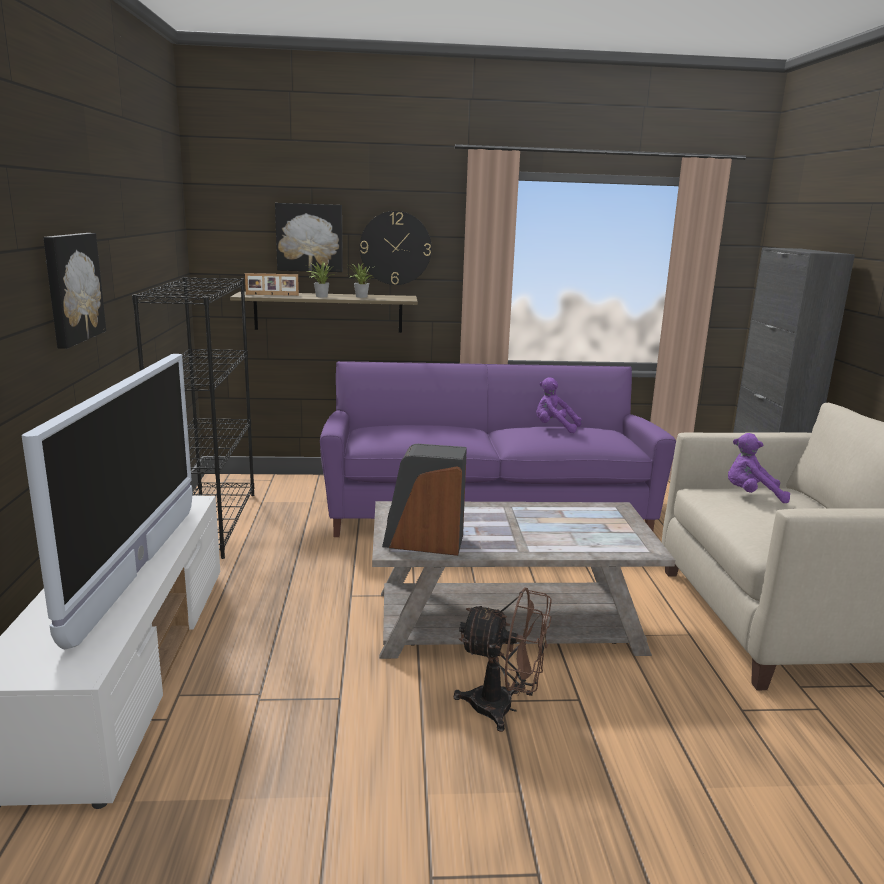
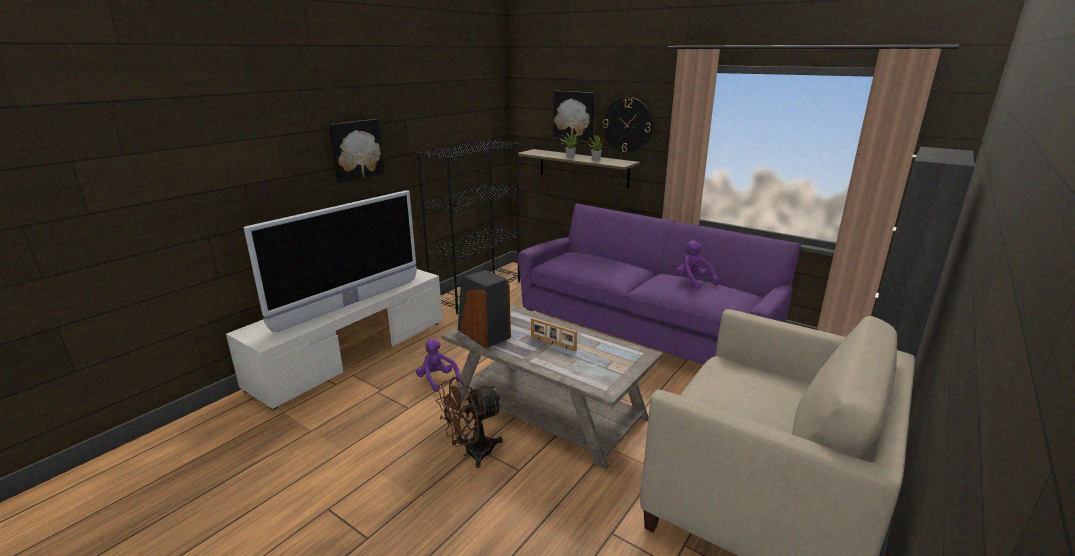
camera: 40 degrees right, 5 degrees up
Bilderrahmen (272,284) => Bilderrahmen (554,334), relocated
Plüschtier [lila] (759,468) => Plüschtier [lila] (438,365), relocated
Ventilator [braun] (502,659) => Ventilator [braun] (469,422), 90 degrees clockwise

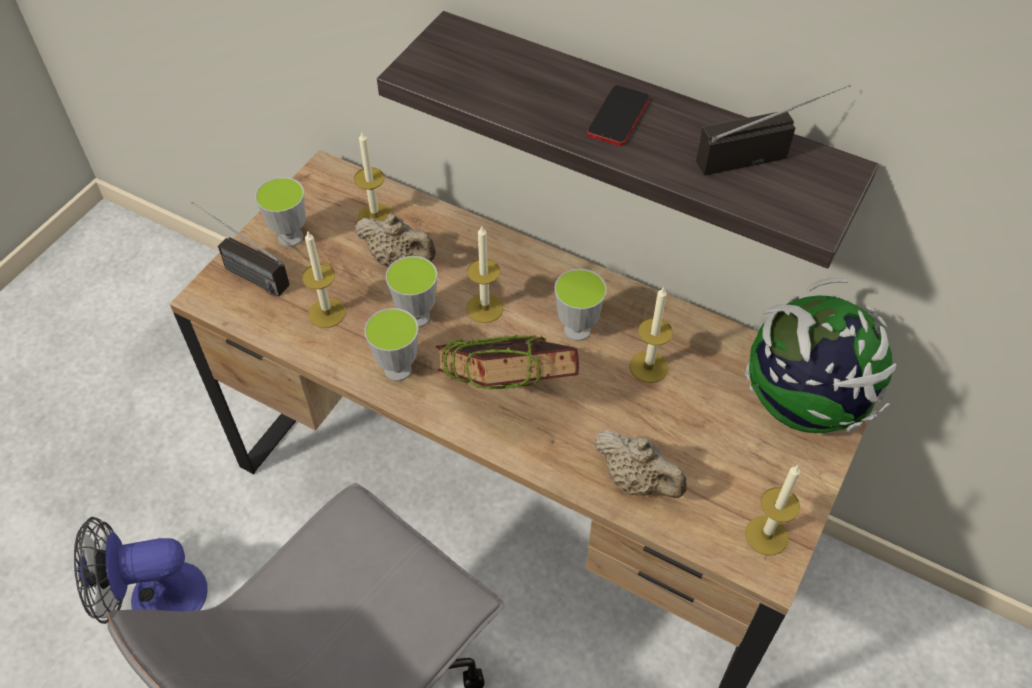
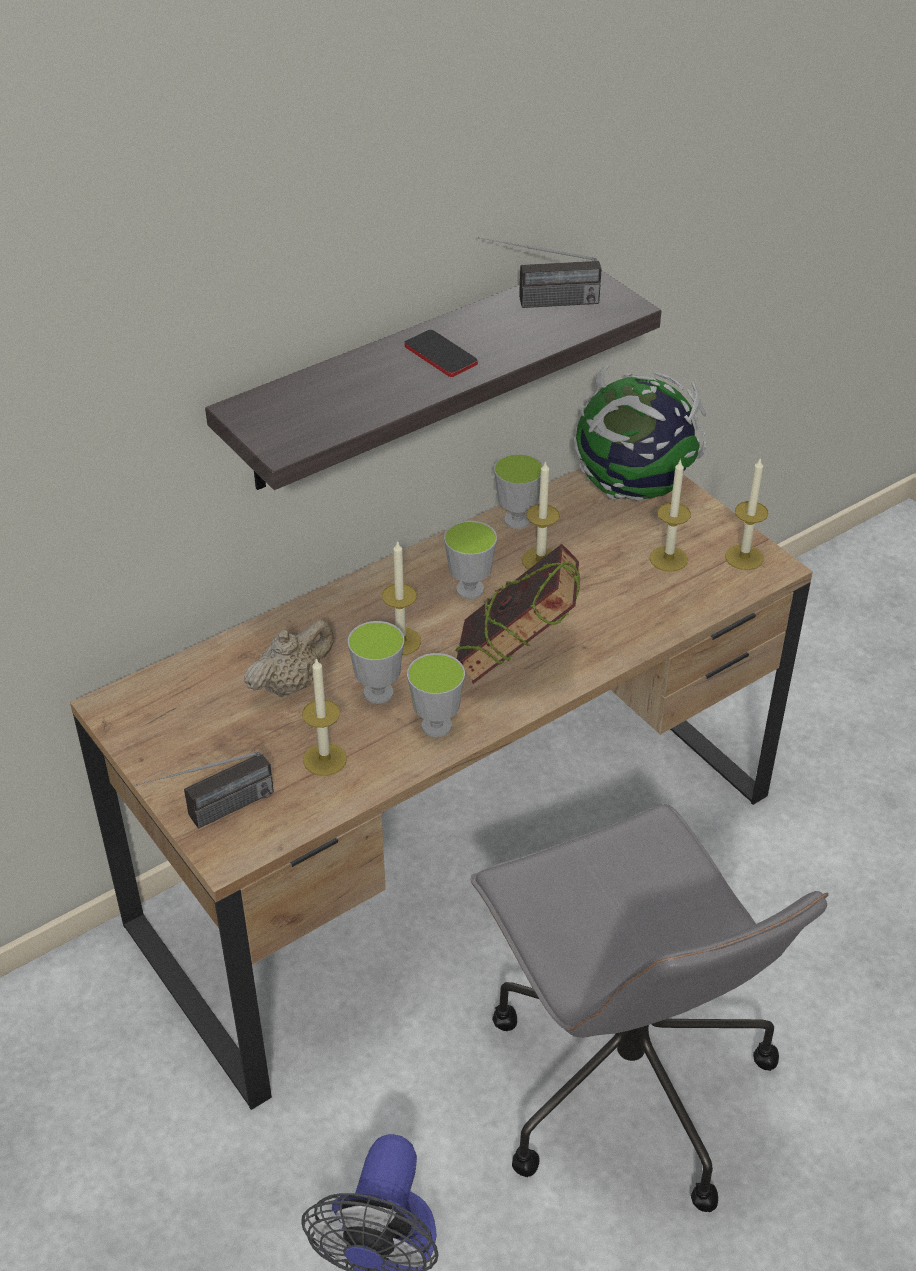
camera: 65 degrees left, 10 degrees down
Radio (773,129) => Radio (540,272), 105 degrees counterclockwise
Kerze (373,176) => Kerze (670,515), relocated
Tasse (280,212) => Tasse (518,491), relocated
Teekanne [beige] (640,464) => nothing

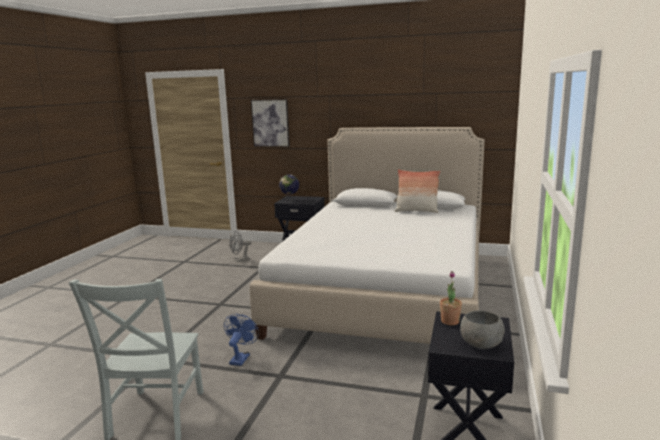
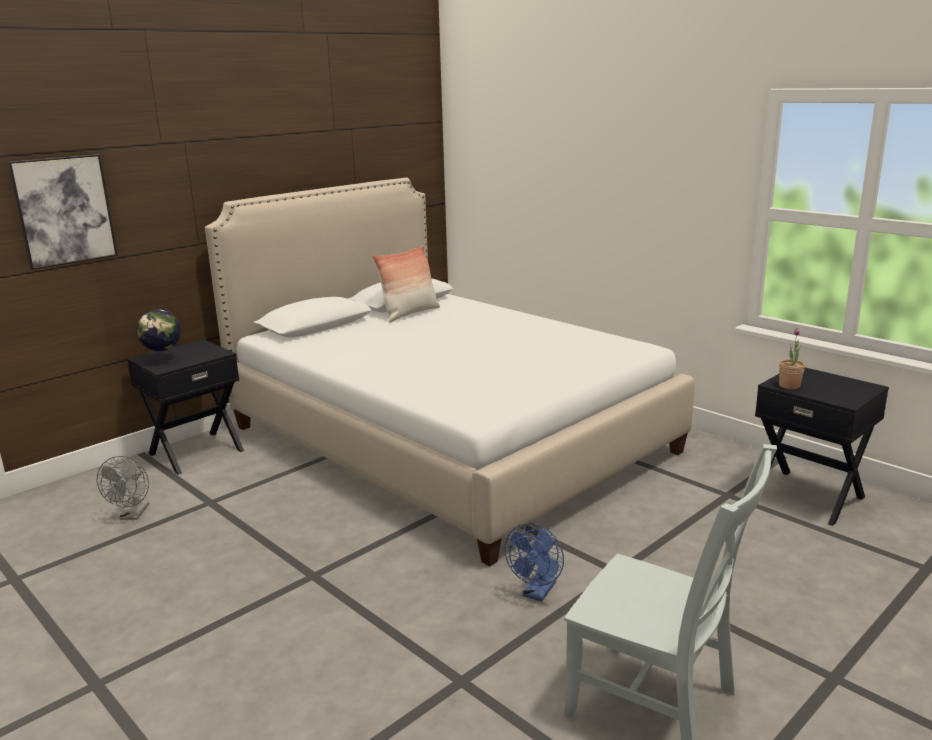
camera: 60 degrees left, 5 degrees up
Schüssel [grau] (482,329) => nothing
Ventilator [blau] (241,340) => Ventilator [blau] (534,562), 105 degrees counterclockwise

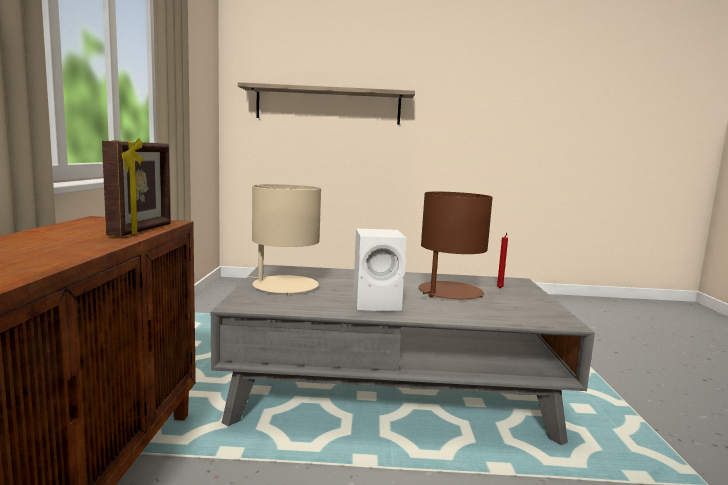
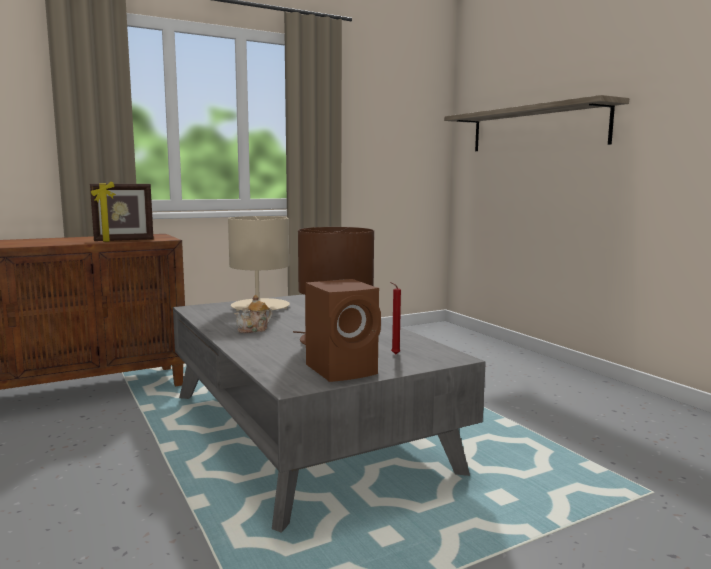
camera: 60 degrees right, 0 degrees up
Lautsprecher [weiß] (379,269) => Teekanne (253,314)
nothing => Lautsprecher [braun] (343,330)

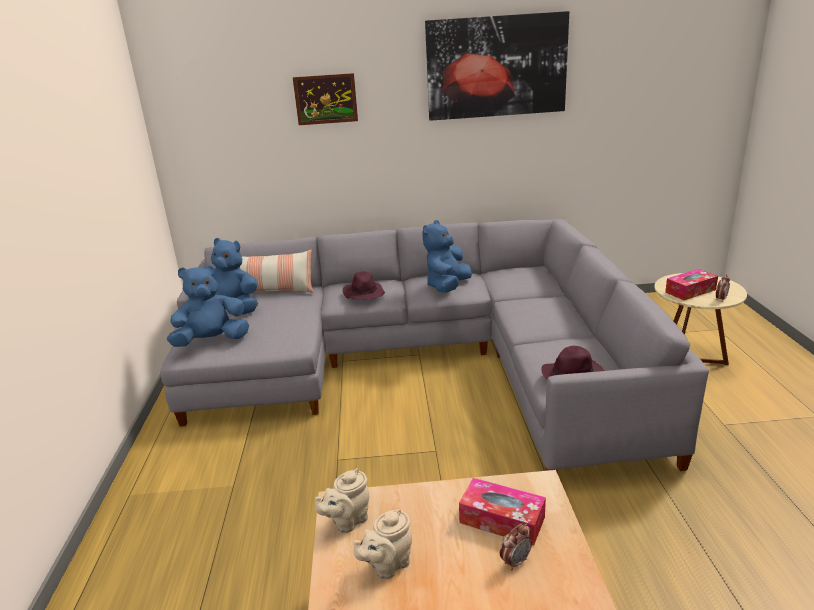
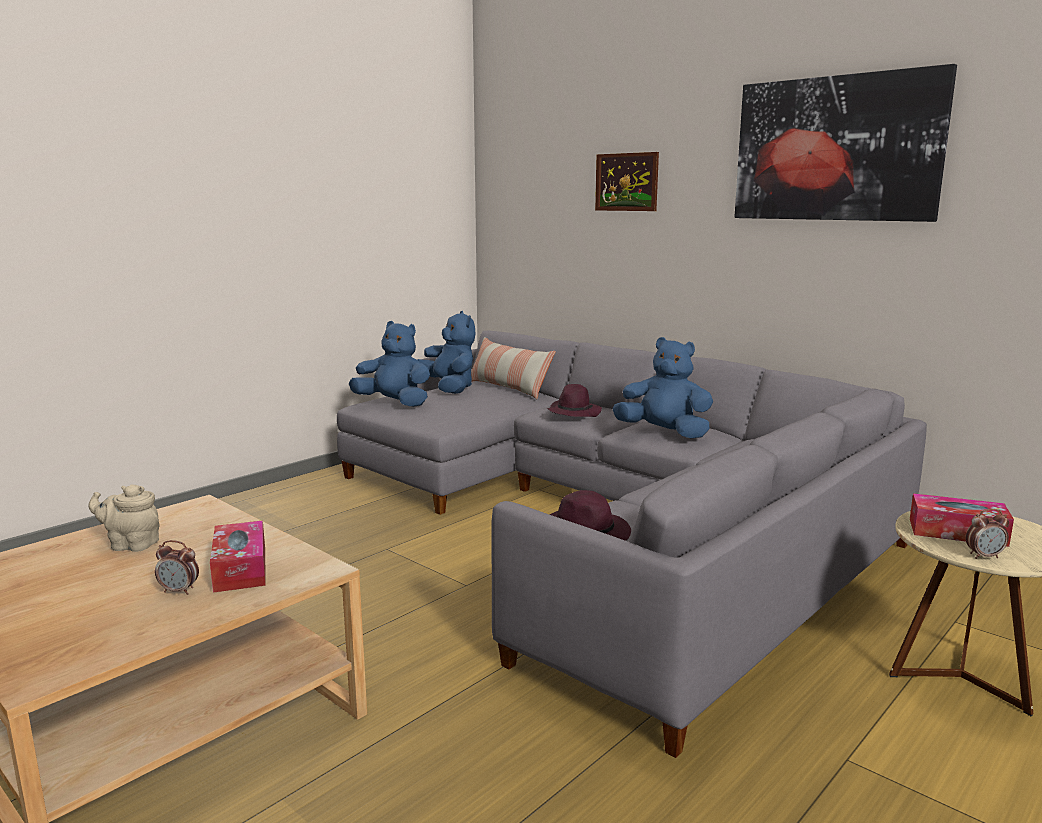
camera: 45 degrees right, 10 degrees down
Plüschtier [blau] (447,256) => Plüschtier [blau] (662,387), 45 degrees clockwise
Teekanne [beige] (342,500) => nothing

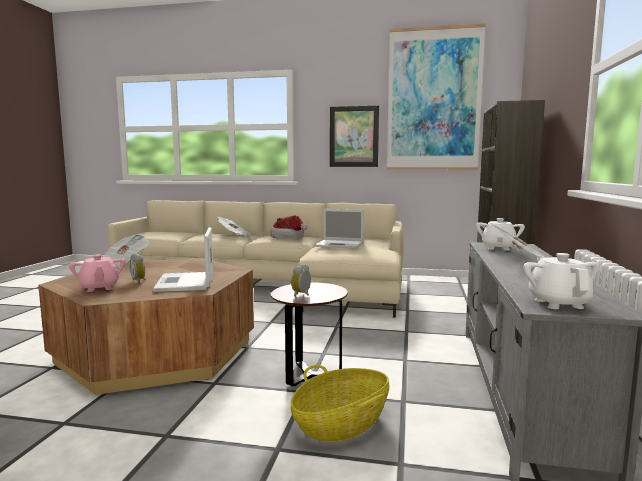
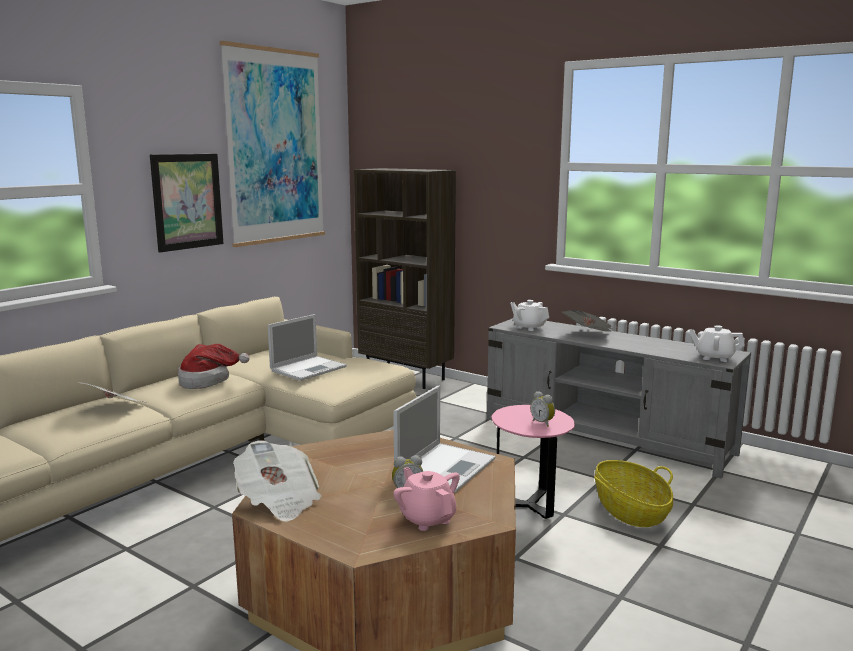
camera: 65 degrees left, 5 degrees up
Laptop (183,259) => Laptop (444,439), 75 degrees counterclockwise
Teekanne [rosa] (97,273) => Teekanne [rosa] (426,499), 120 degrees counterclockwise
Beistelltisch [braun] (309,334) => Beistelltisch [rosa] (533,462)

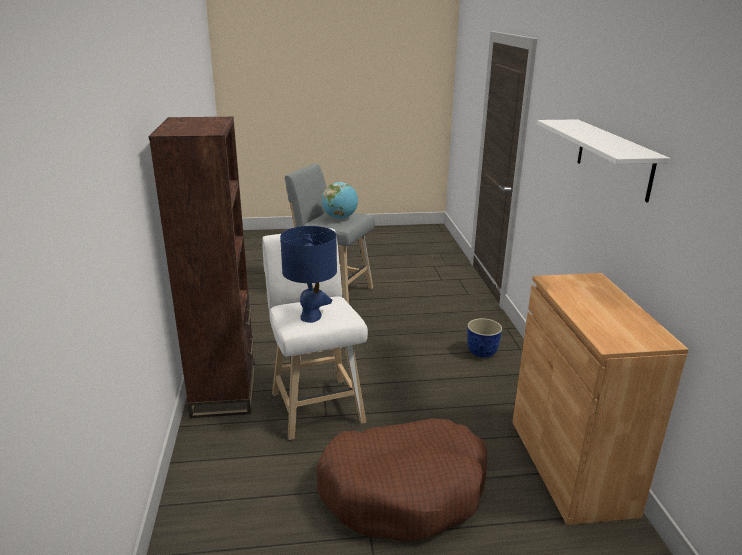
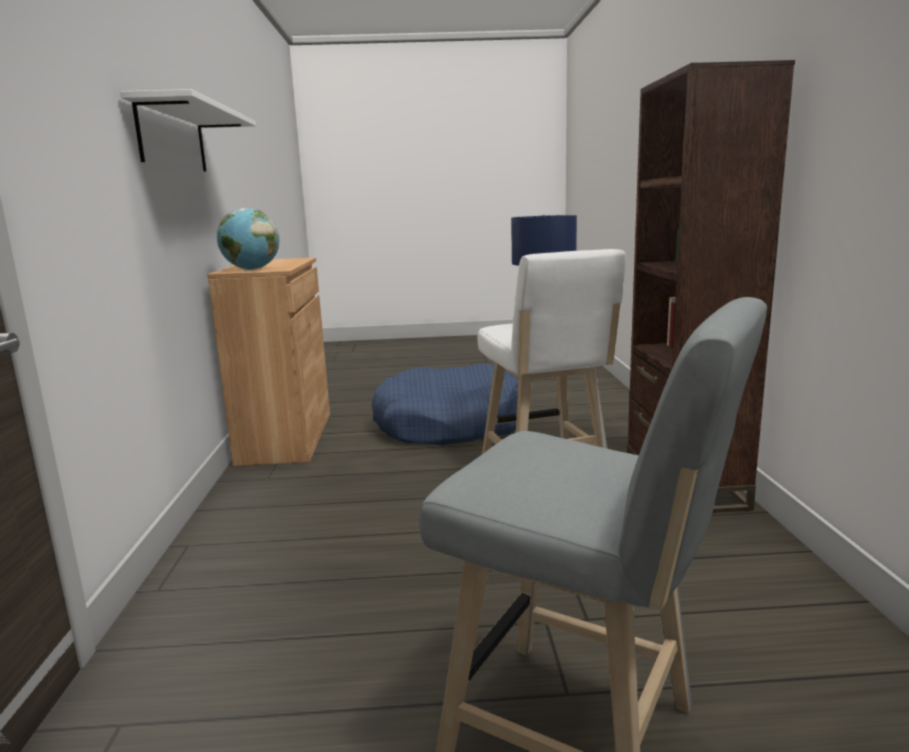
camera: 175 degrees left, 10 degrees down
Globus (340,200) => Globus (248,239), relocated
Pflanzkübel (484,338) => nothing
Hundebett [braun] (401,480) => Hundebett [blau] (445,404)

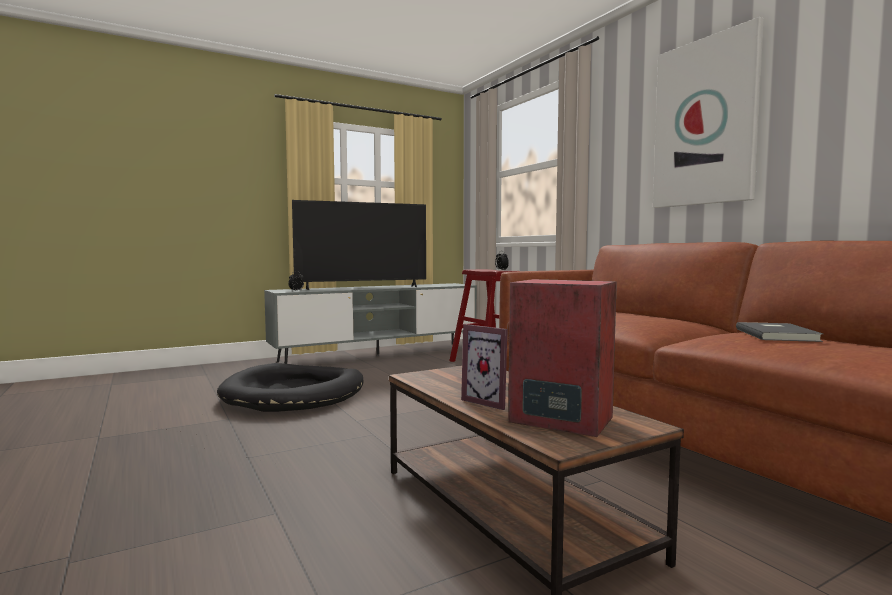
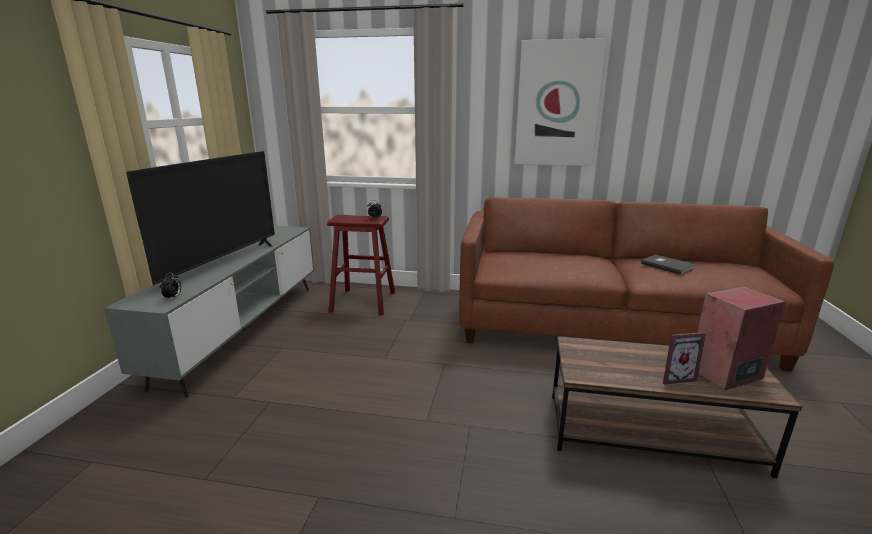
camera: 50 degrees left, 15 degrees up
Hundebett [schwarz] (290,387) => nothing

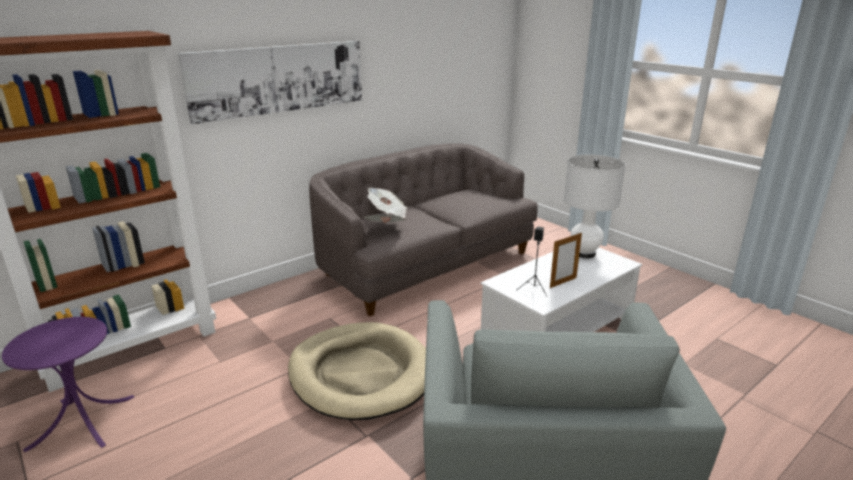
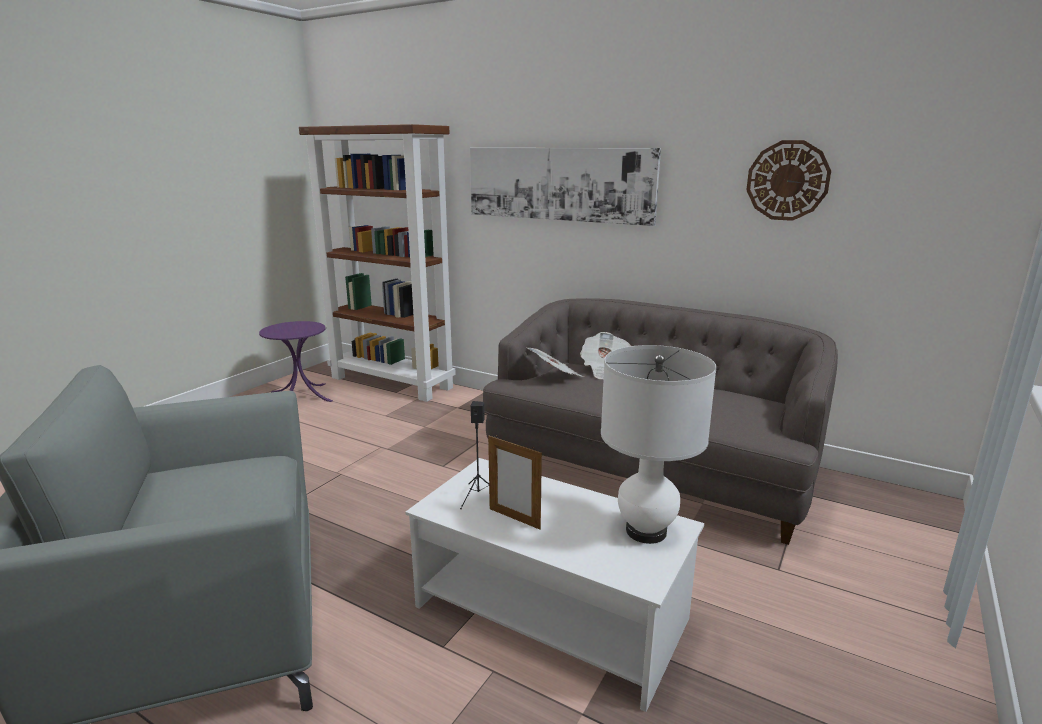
camera: 70 degrees right, 5 degrees down
Hundebett [beige] (357,371) => nothing
nothing => Wanduhr (788,180)

